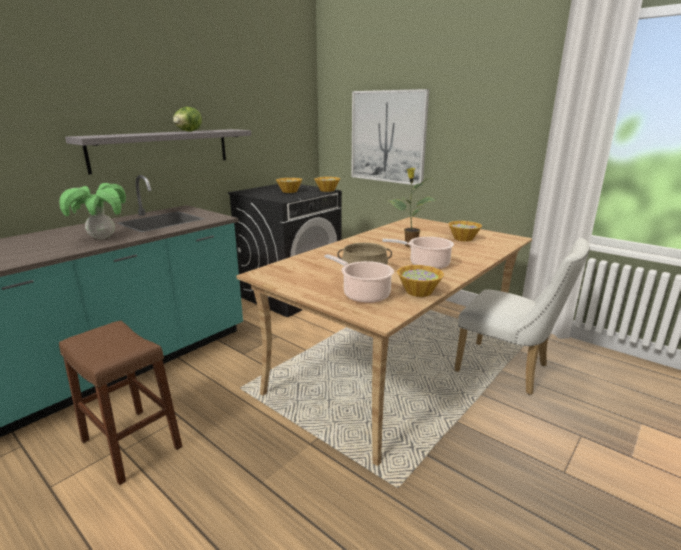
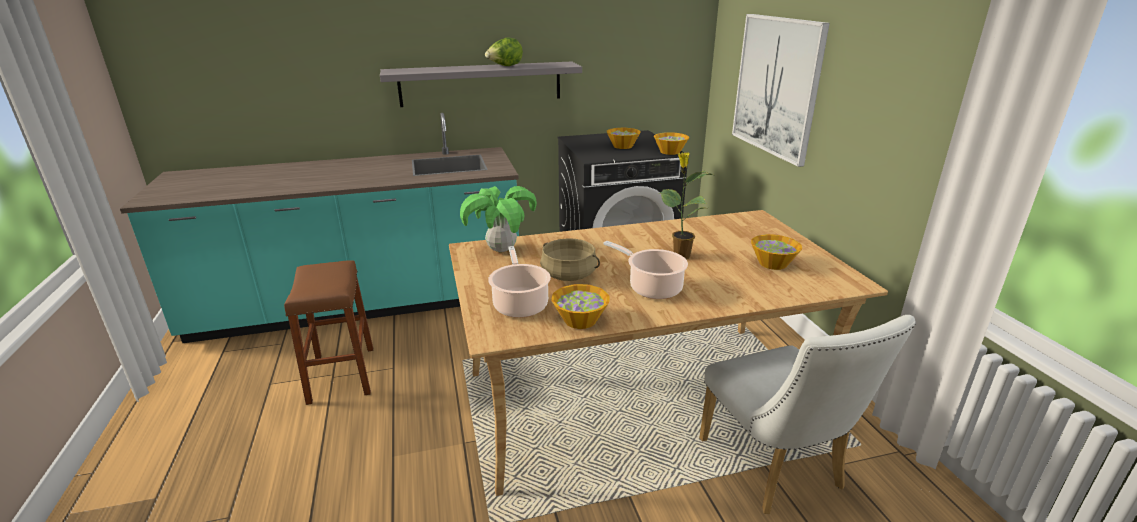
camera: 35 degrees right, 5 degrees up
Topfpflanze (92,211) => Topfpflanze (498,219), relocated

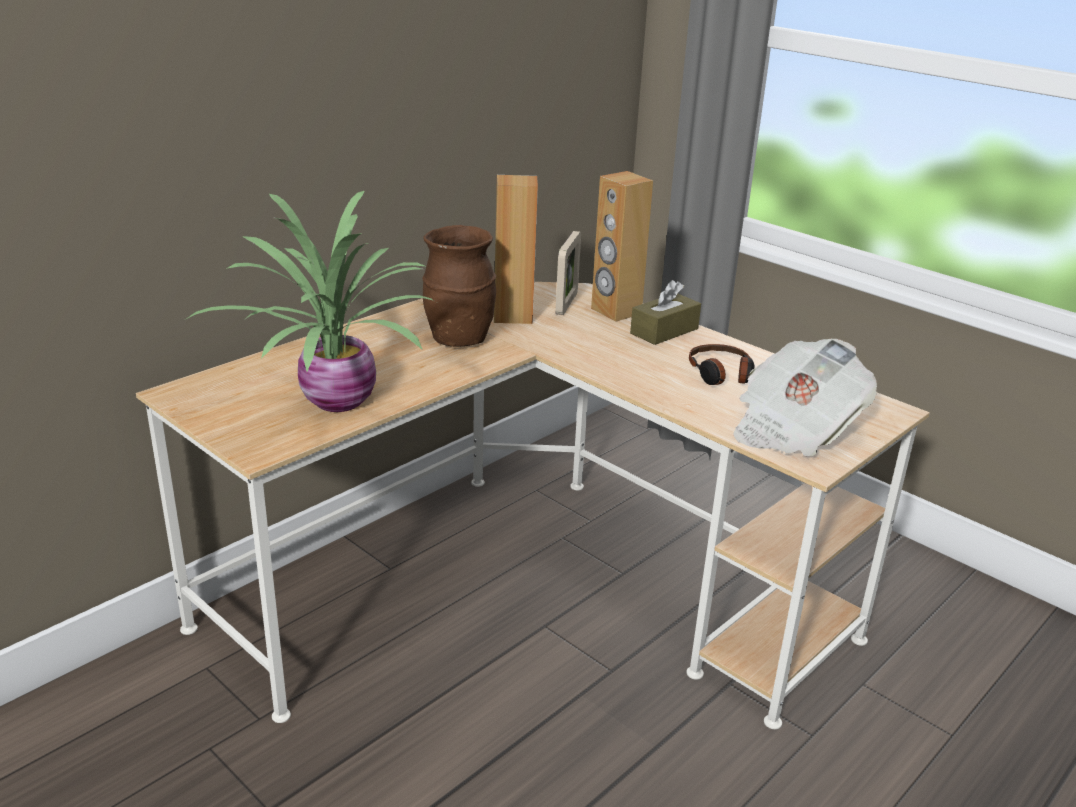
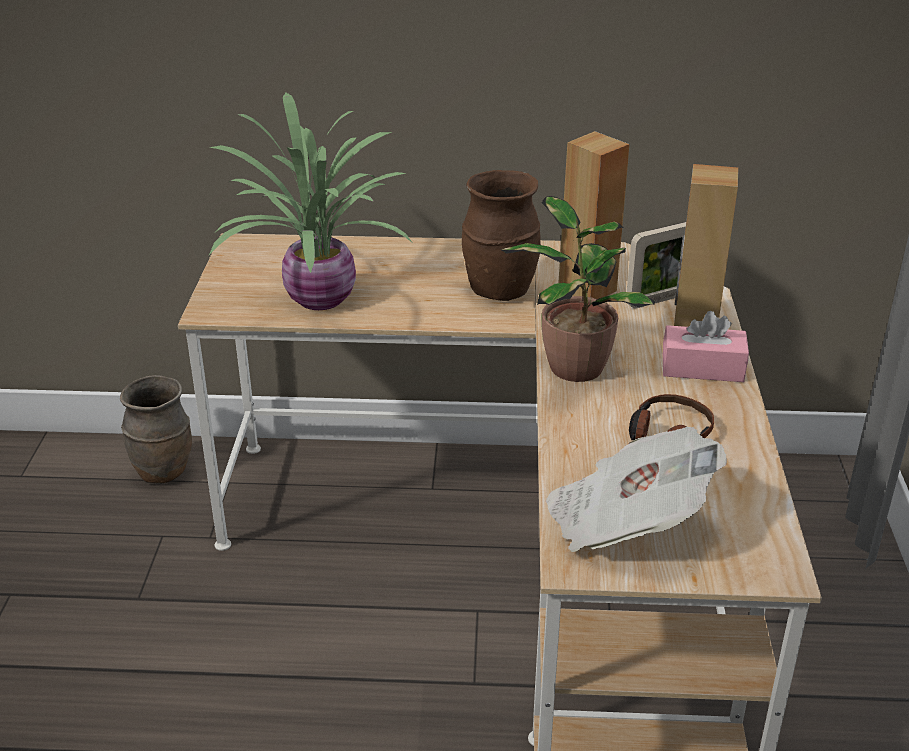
camera: 50 degrees right, 5 degrees up
Taschentuchbox [braun] (665,312) => Taschentuchbox [rosa] (706,346)
nothing => Topfpflanze (578,289)
nothing => Vase [braun] (156,429)

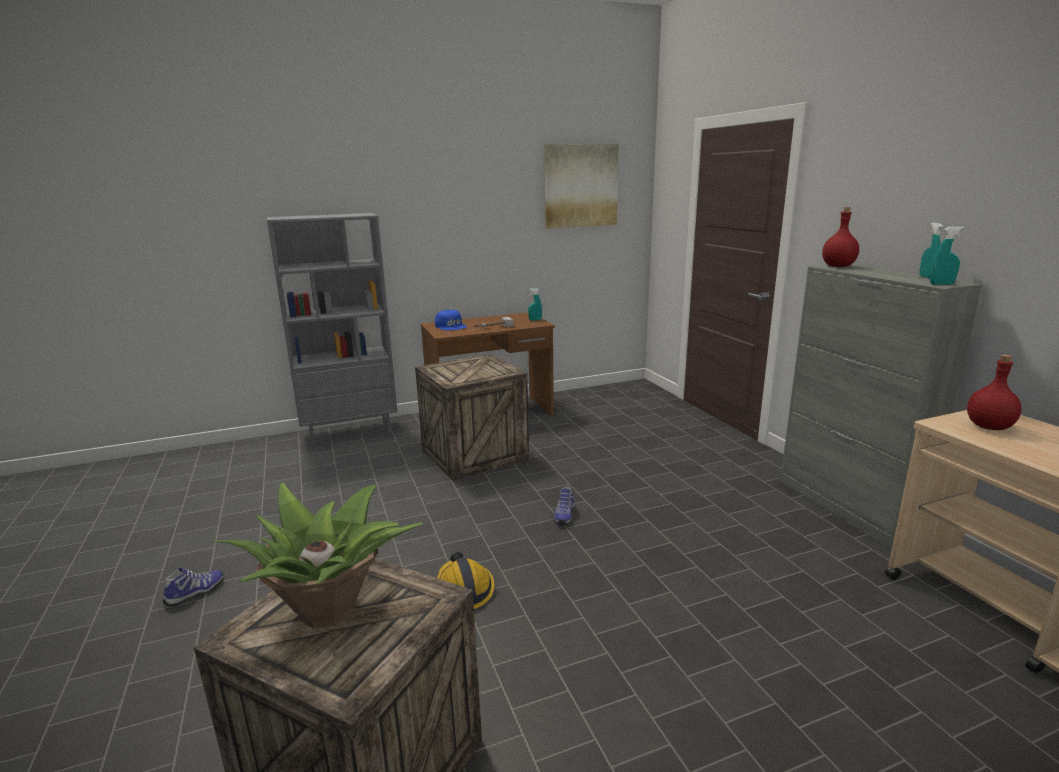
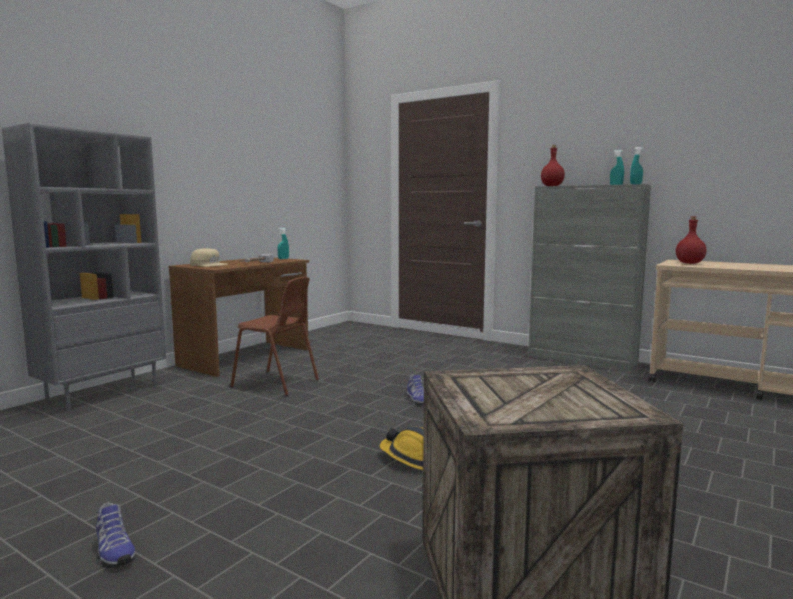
camera: 35 degrees left, 10 degrees down
Bild (582,186) => nothing
Kappe [blau] (451,320) => Kappe [beige] (209,257)
Kiste (472,417) => Stuhl [braun] (274,336)
Topfpflanze (317,556) => nothing
Schuh (193,587) => Schuh (115,535), 135 degrees clockwise

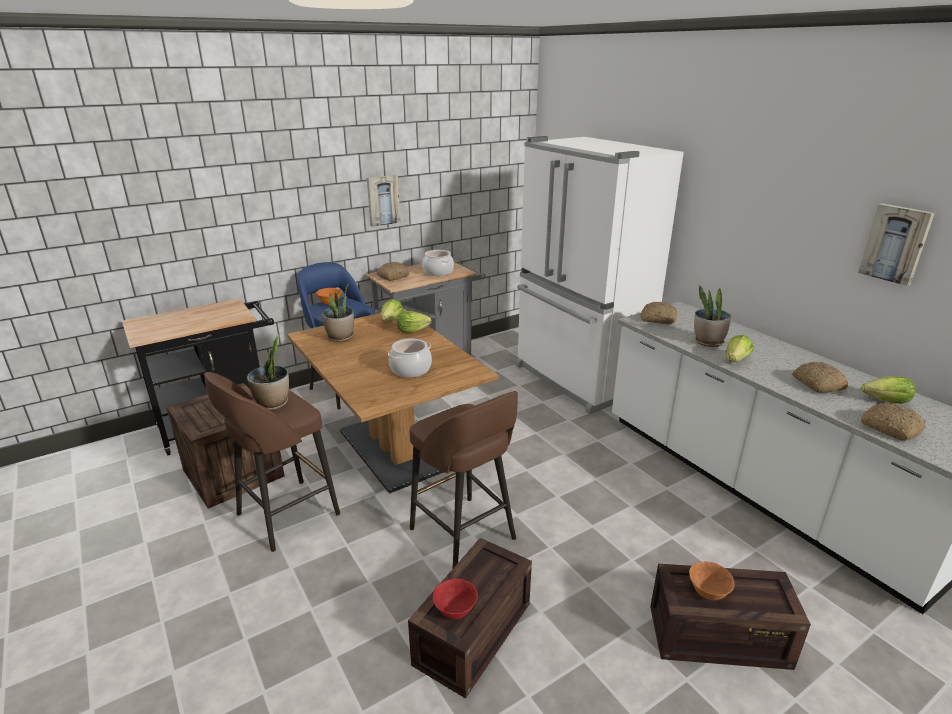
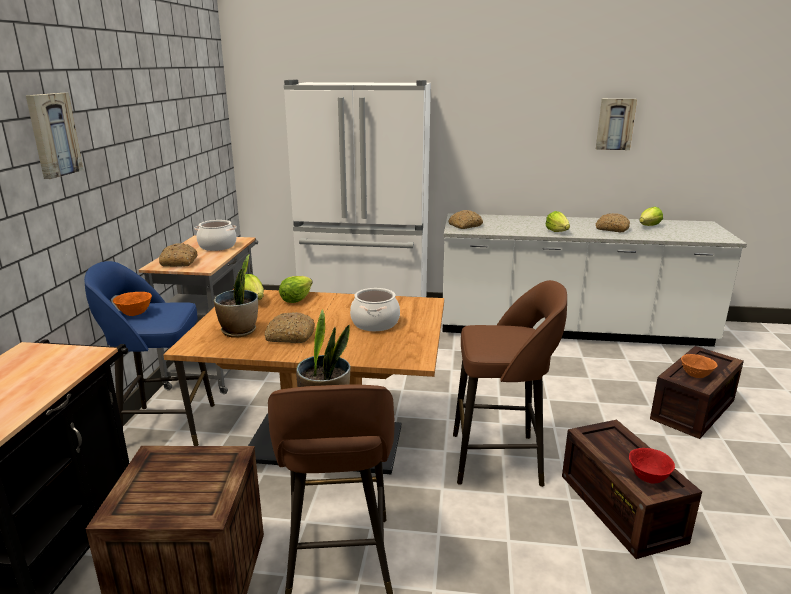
camera: 50 degrees left, 5 degrees down
Bild (384,201) => Bild (54,136), relocated
Topfpflanze (712,316) => nothing
Brot (893,421) => Brot (289,327), relocated

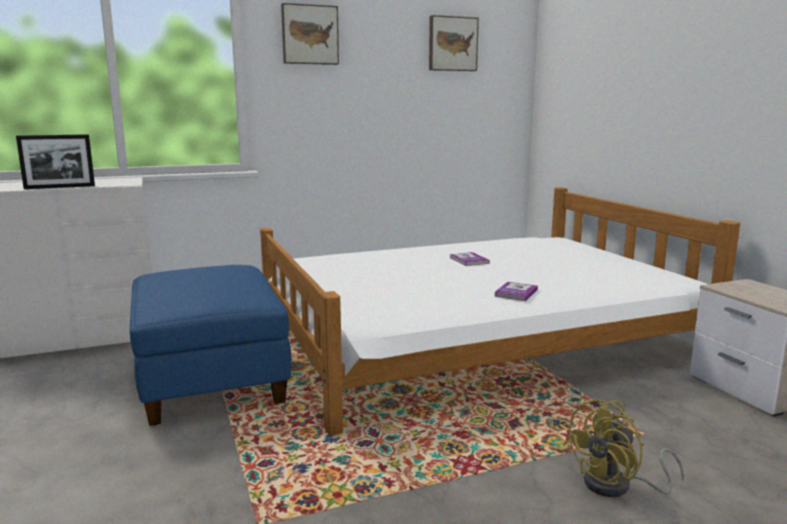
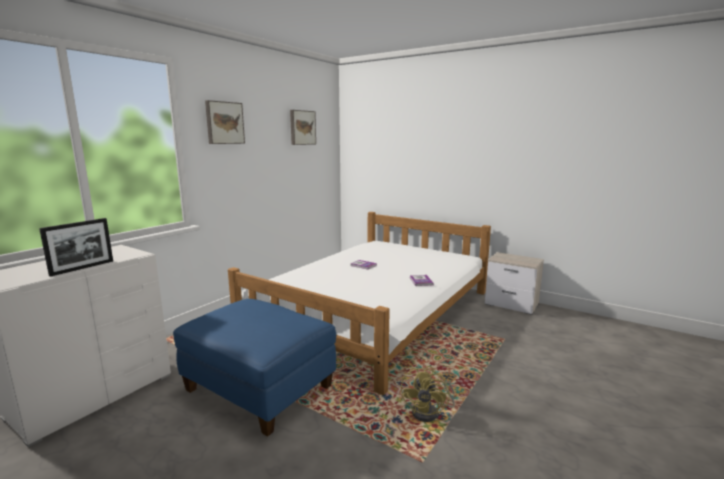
camera: 35 degrees left, 0 degrees up
Ventilator [gelb] (624,448) => Ventilator [gelb] (428,394), relocated

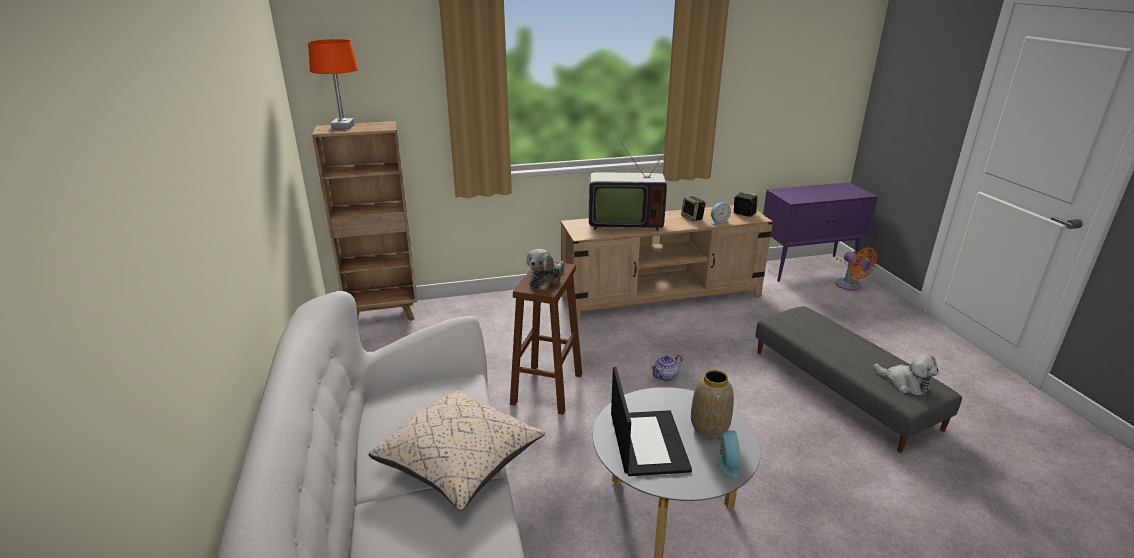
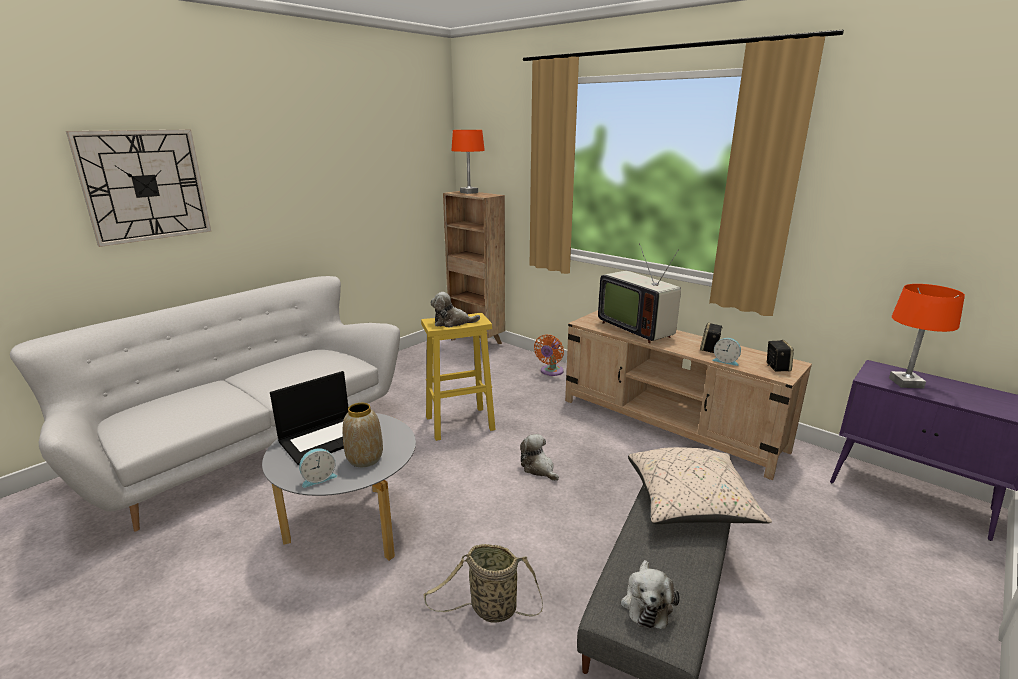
camera: 55 degrees right, 5 degrees down
Ventilator [orange] (856,269) => Ventilator [orange] (549,355), relocated
Hocker [braun] (546,338) => Hocker [gelb] (458,377)
Teekanne (667,368) => Plüschtier (539,457)
Kissen [beige] (457,450) => Kissen [beige] (700,485), relocated
nothing => Wanduhr (138,188)
nothing => Tischlampe [orange] (927,336)
nothing => Korb (483,583)

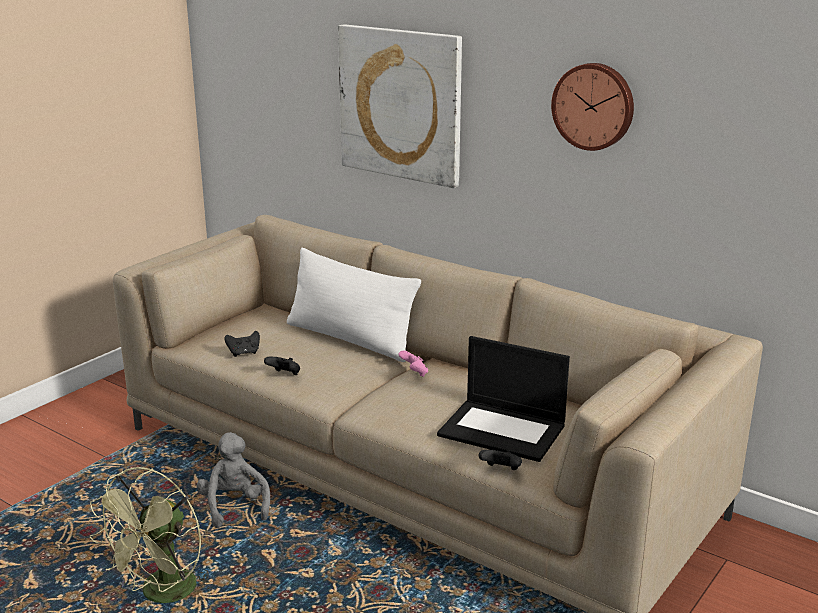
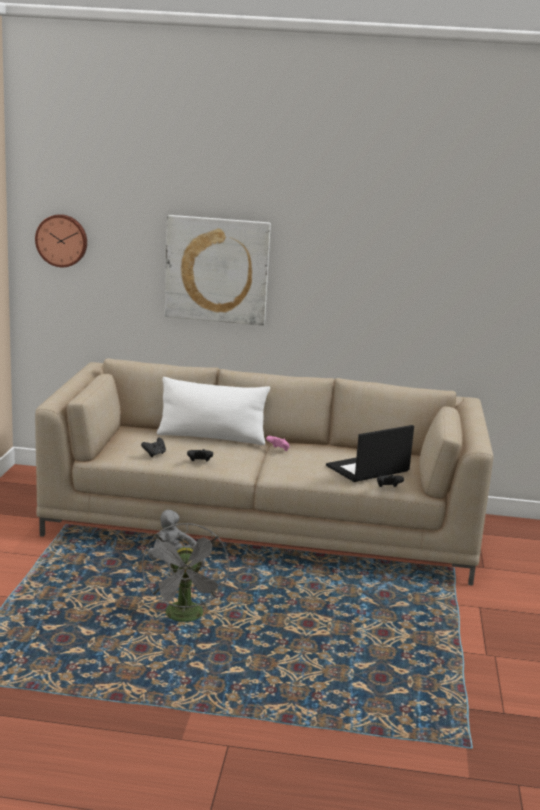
camera: 30 degrees left, 5 degrees down
Wanduhr (592,107) => Wanduhr (61,240), relocated
Laptop (503,399) => Laptop (370,453), 150 degrees clockwise
Ventilator [grün] (151,535) => Ventilator [grau] (185,572)

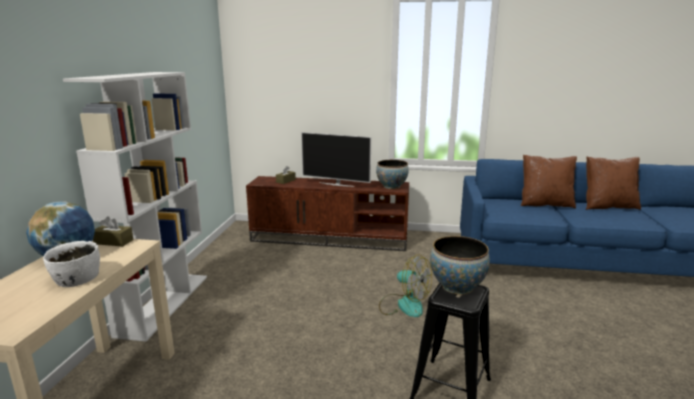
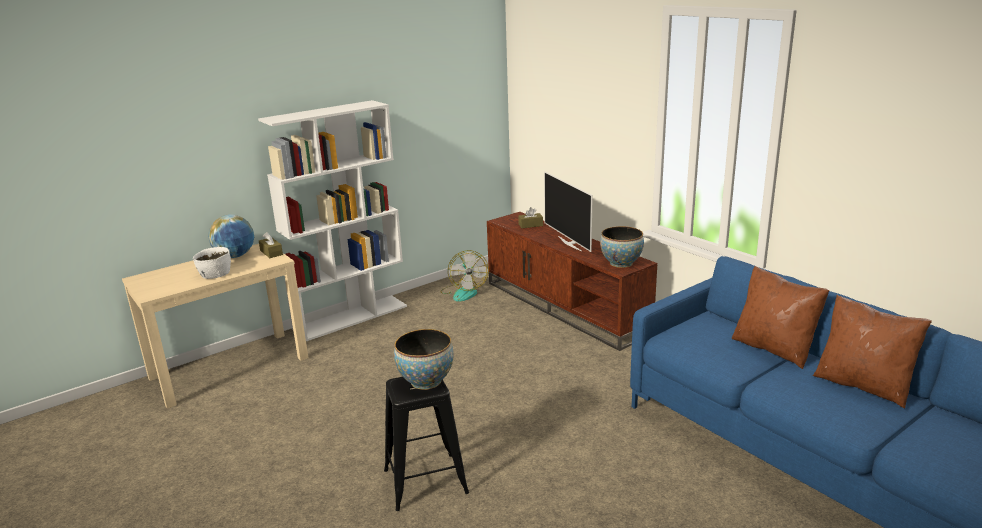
camera: 45 degrees right, 5 degrees up
Ventilator (405,286) => Ventilator (464,276), relocated

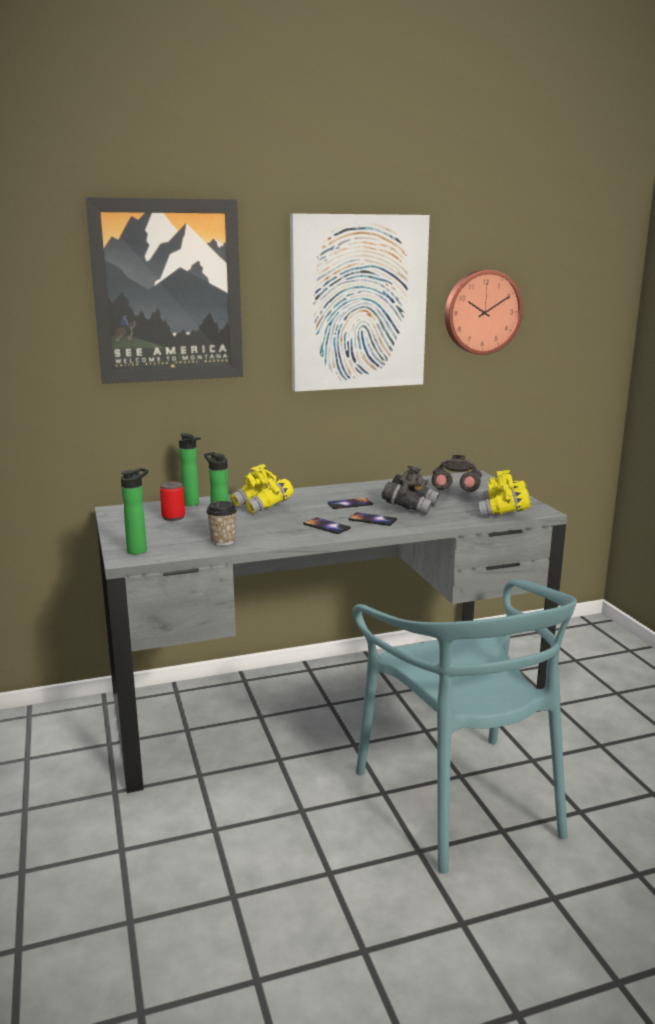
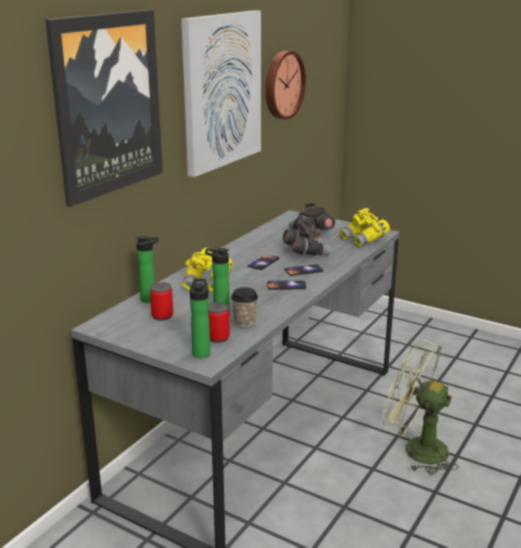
camera: 40 degrees left, 5 degrees up
Stuhl [türkis] (465,726) => Ventilator [grün] (420,407)
nothing => Dose (219,322)

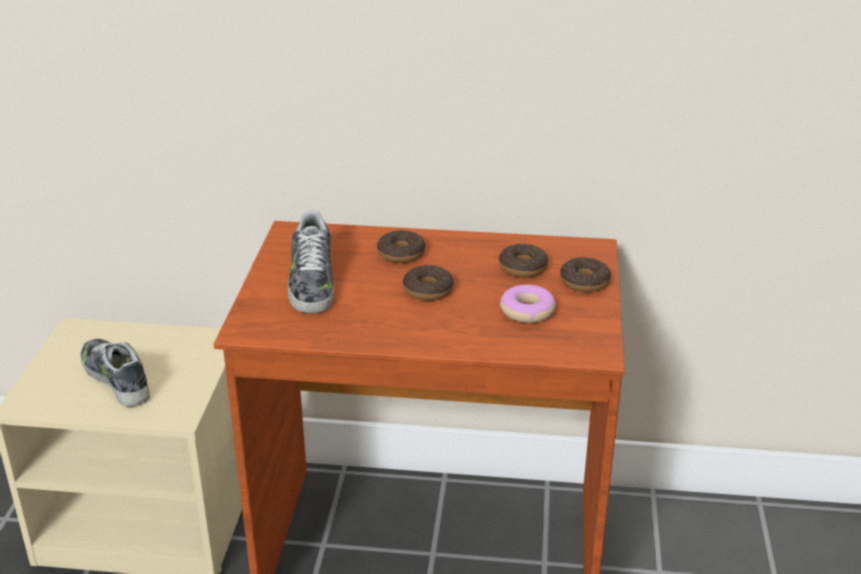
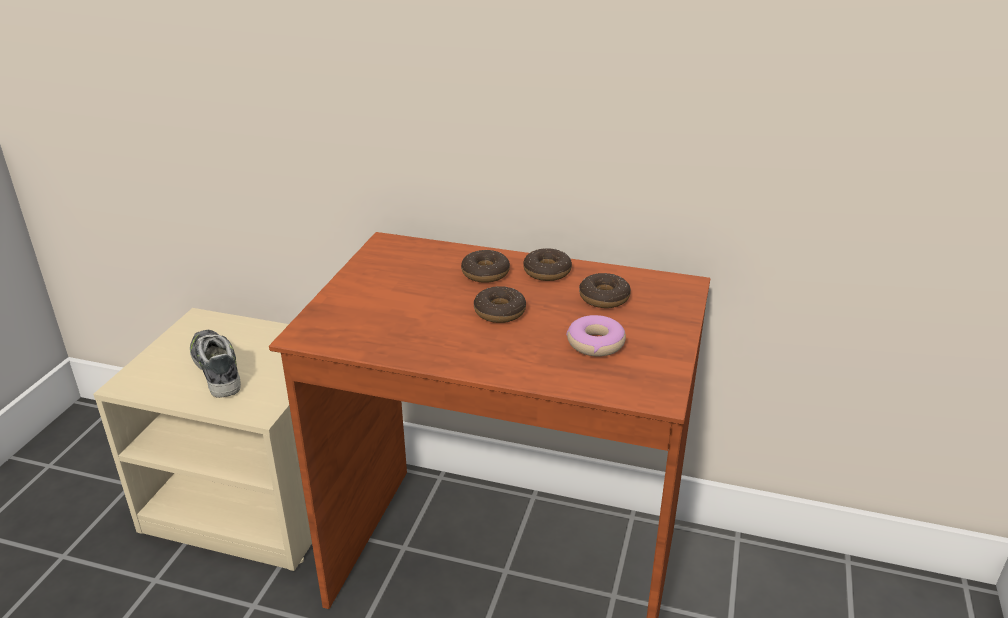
camera: 10 degrees right, 0 degrees up
Schuh (311,262) => nothing
Donut (585,274) => Donut (547,264), relocated

